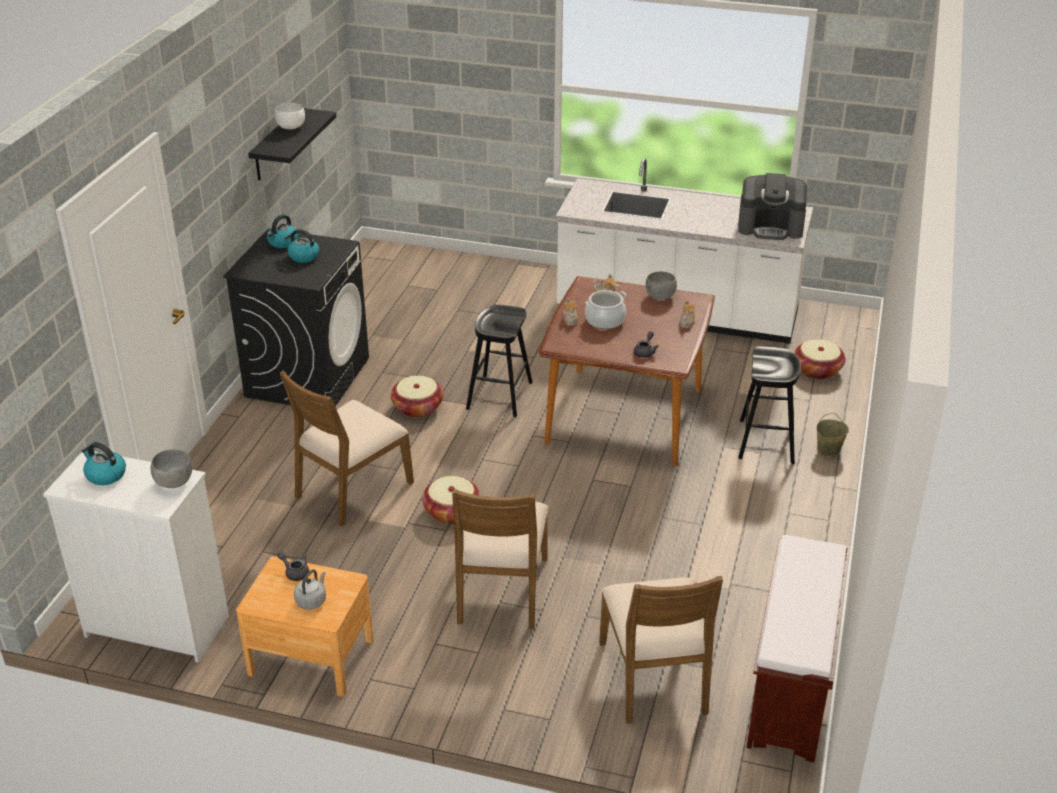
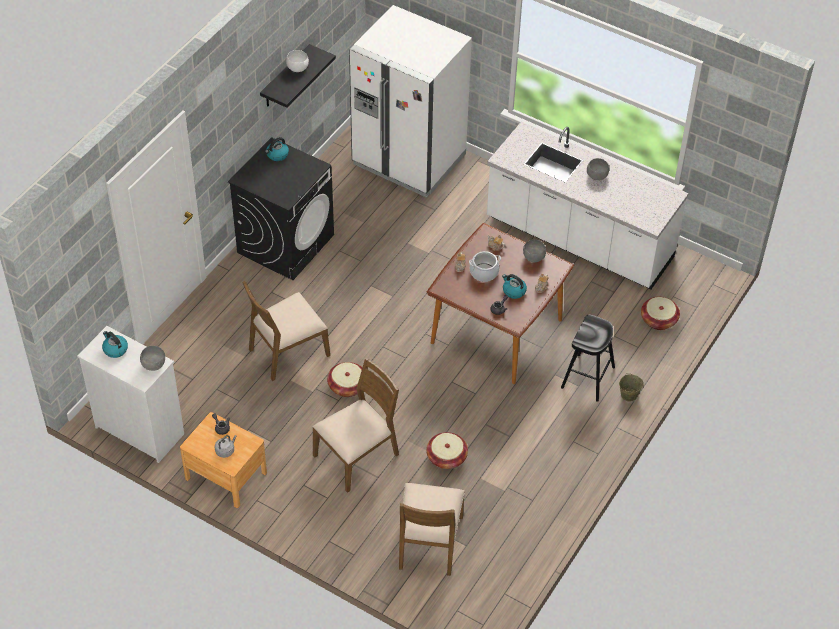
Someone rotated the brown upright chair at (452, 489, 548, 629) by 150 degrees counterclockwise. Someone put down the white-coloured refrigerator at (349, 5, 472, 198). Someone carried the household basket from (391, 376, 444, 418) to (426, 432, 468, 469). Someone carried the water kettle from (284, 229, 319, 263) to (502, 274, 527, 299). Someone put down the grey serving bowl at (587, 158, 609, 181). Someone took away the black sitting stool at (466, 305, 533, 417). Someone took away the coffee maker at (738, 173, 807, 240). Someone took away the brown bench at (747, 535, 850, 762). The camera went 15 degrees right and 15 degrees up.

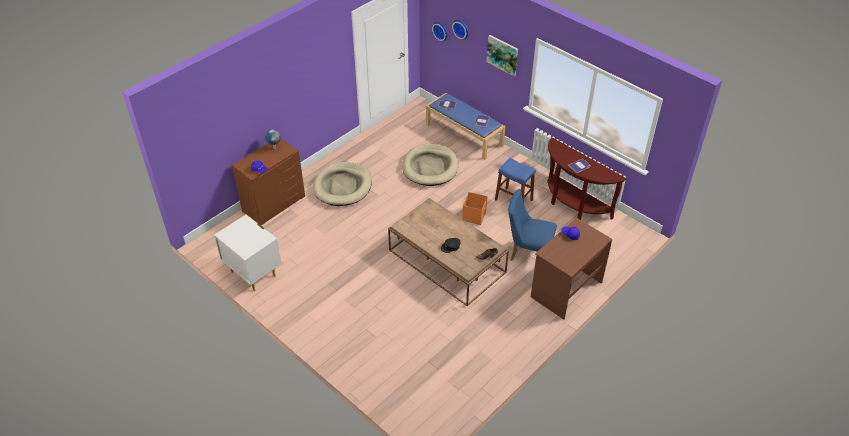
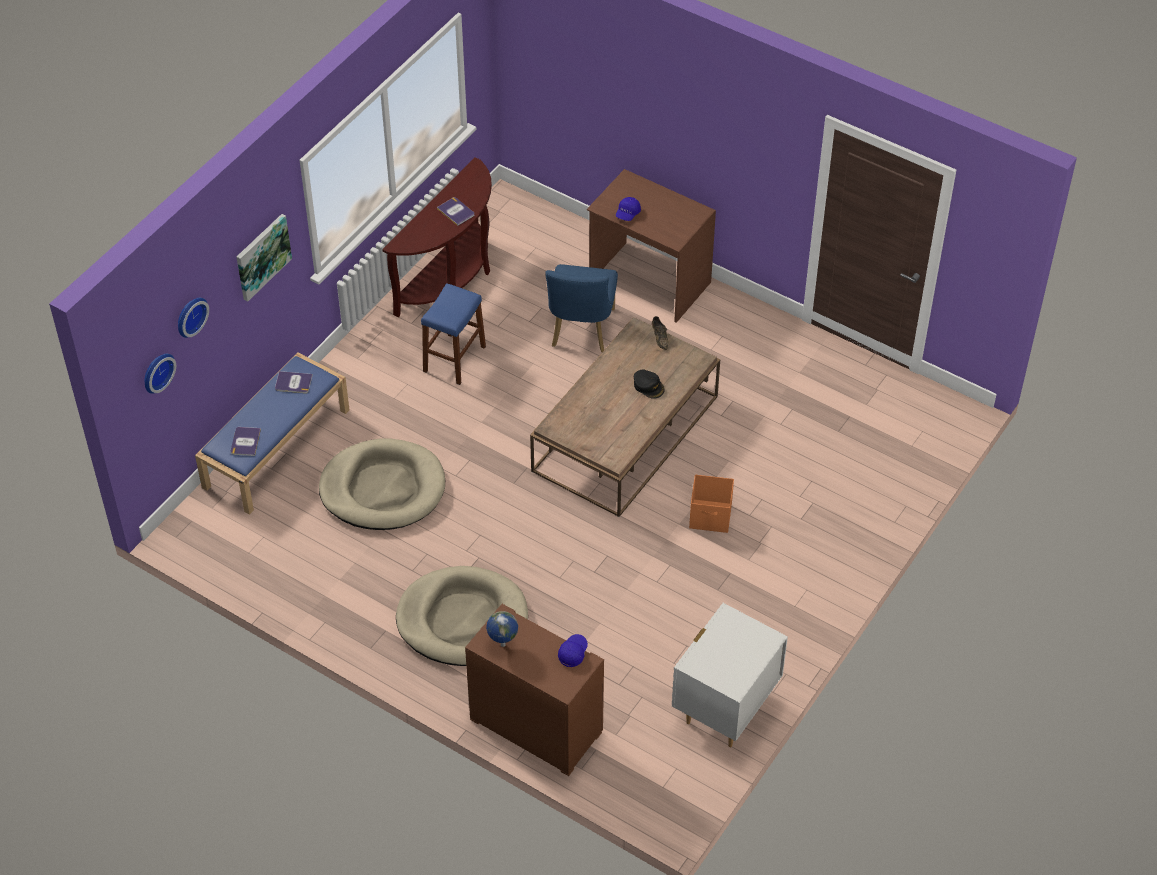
Someone carried the orange-coloured storage bin from (462, 192, 487, 225) to (689, 474, 734, 533). The camera went 100 degrees left and 5 degrees up.

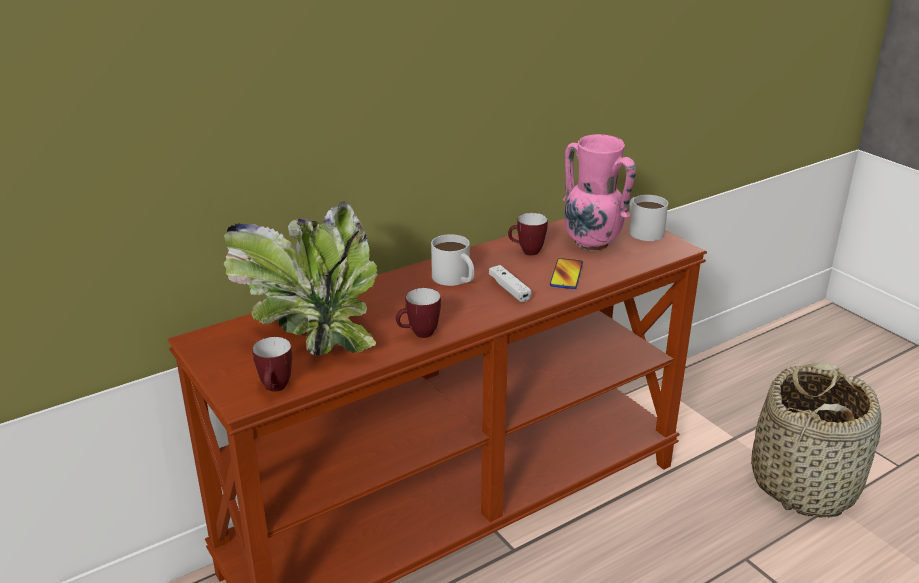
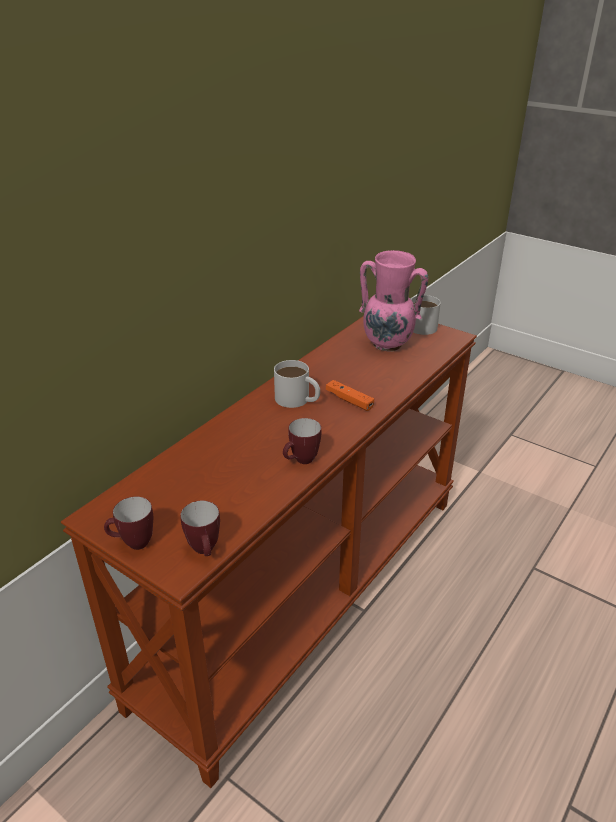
Someone carried the tea mug from (508, 213, 548, 256) to (104, 497, 153, 550). Someone repainted the white-coloured game controller at (489, 265, 531, 302), which became the orange-coloured game controller at (326, 380, 374, 411). Someone took away the plant in a pot at (224, 201, 378, 355). Someone took away the handset at (550, 258, 583, 289). Someone took away the household basket at (751, 363, 882, 518). The camera went 20 degrees left and 5 degrees up.

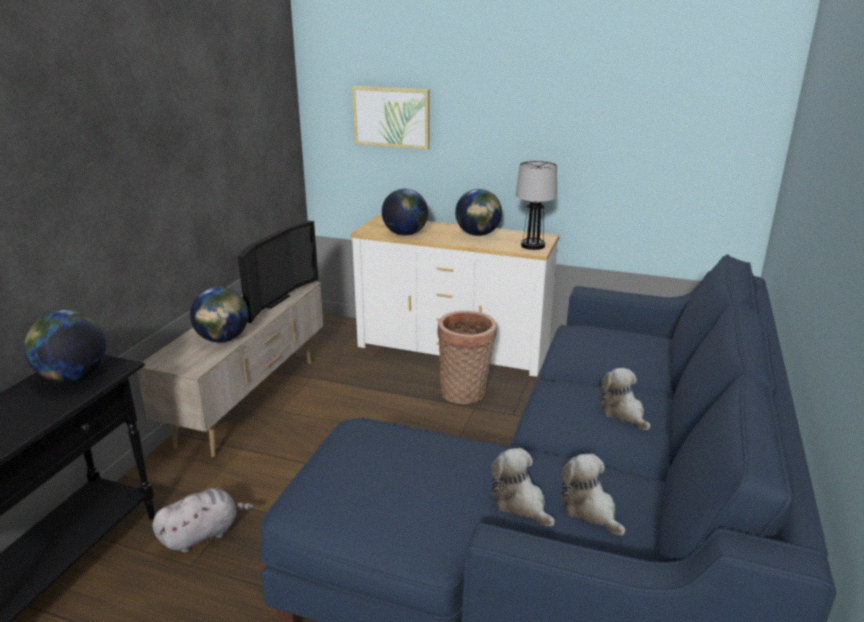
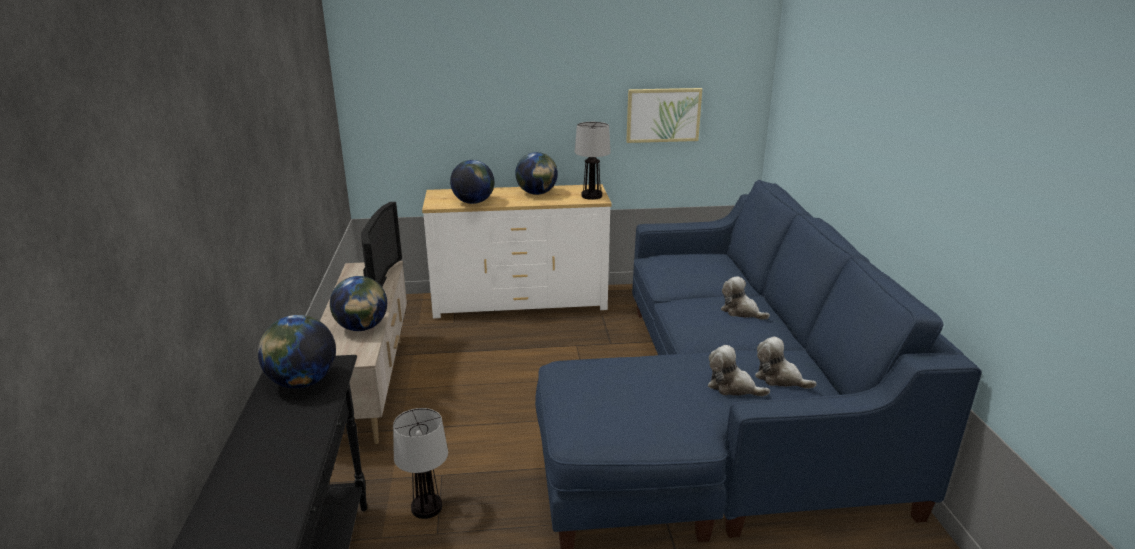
Someone swapped the grey plush toy at (152, 488, 255, 553) for the tabletop lamp at (393, 408, 448, 519). Someone carried the wall art from (352, 86, 430, 150) to (626, 88, 702, 143). Someone took away the household basket at (437, 311, 496, 404). The camera went 25 degrees left and 0 degrees up.

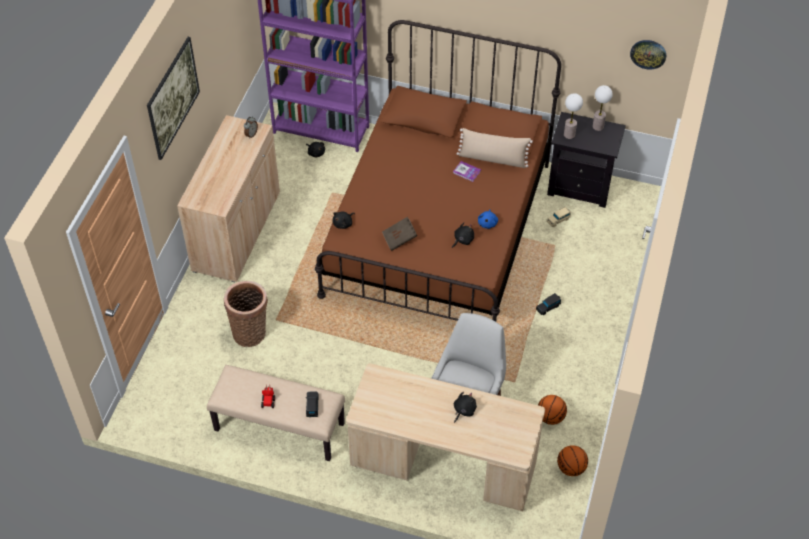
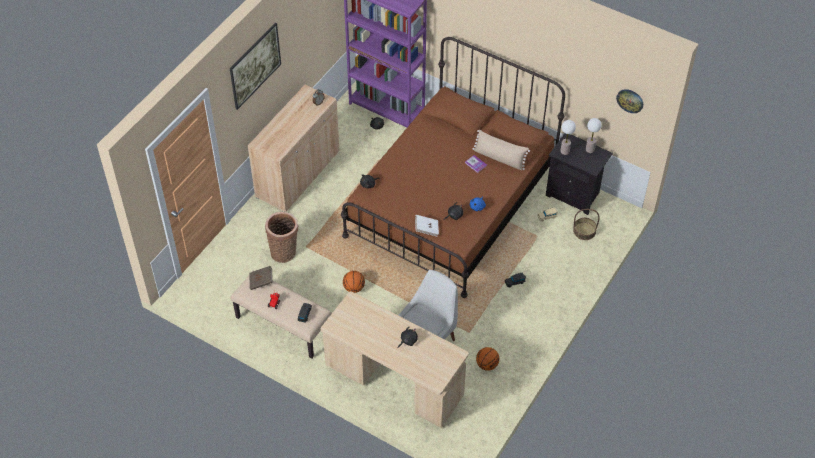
Someone carried the brown book from (382, 217, 417, 251) to (249, 266, 273, 290). Someone carried the ball for basketball from (557, 445, 588, 476) to (343, 271, 365, 293). Someone put down the white-coloured book at (415, 215, 439, 236). Someone put down the household basket at (573, 209, 600, 240). The camera went 15 degrees right and 0 degrees up.

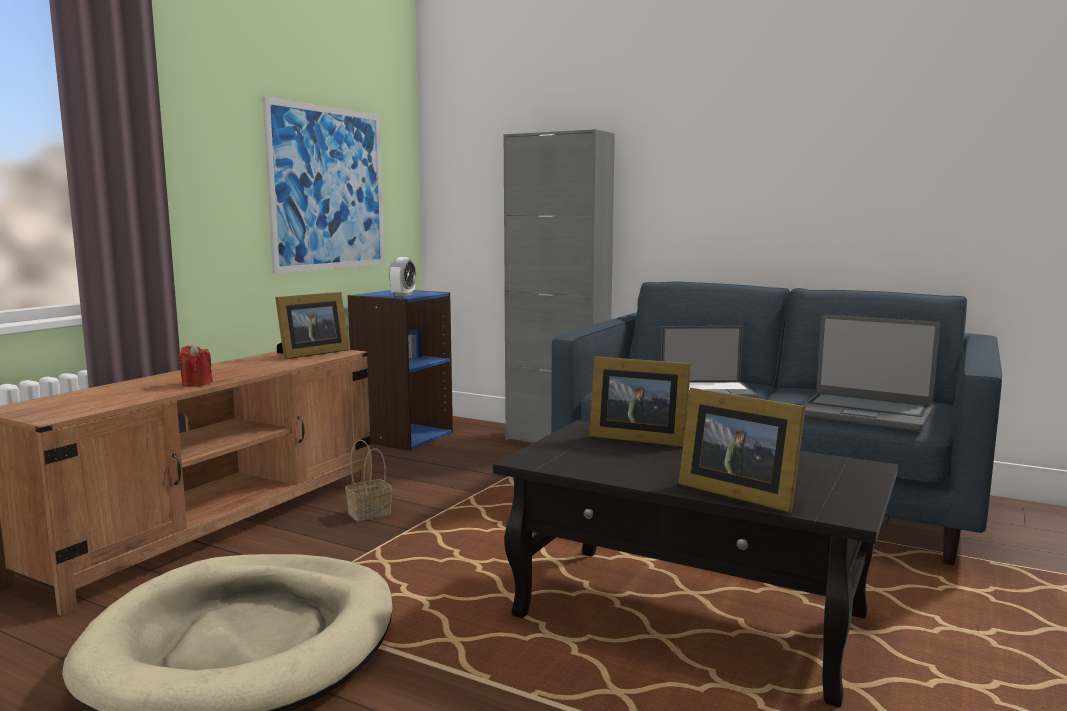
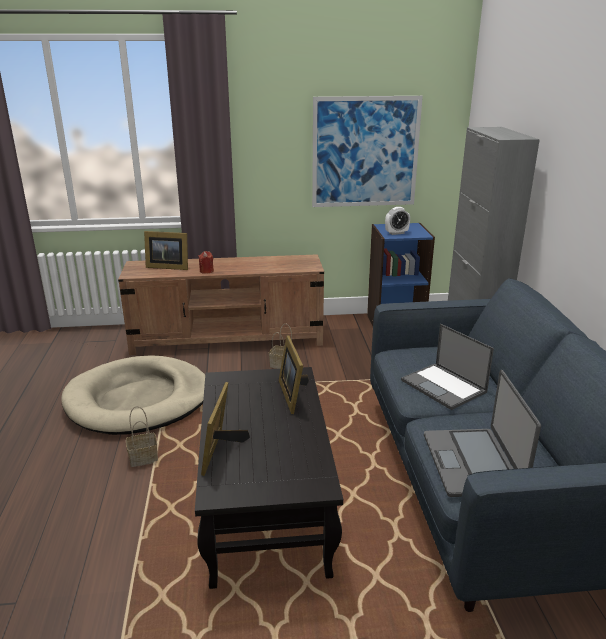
Someone put down the household basket at (126, 406, 158, 467). Someone carried the photo frame from (275, 292, 349, 360) to (144, 231, 188, 270). The camera went 55 degrees right and 15 degrees up.

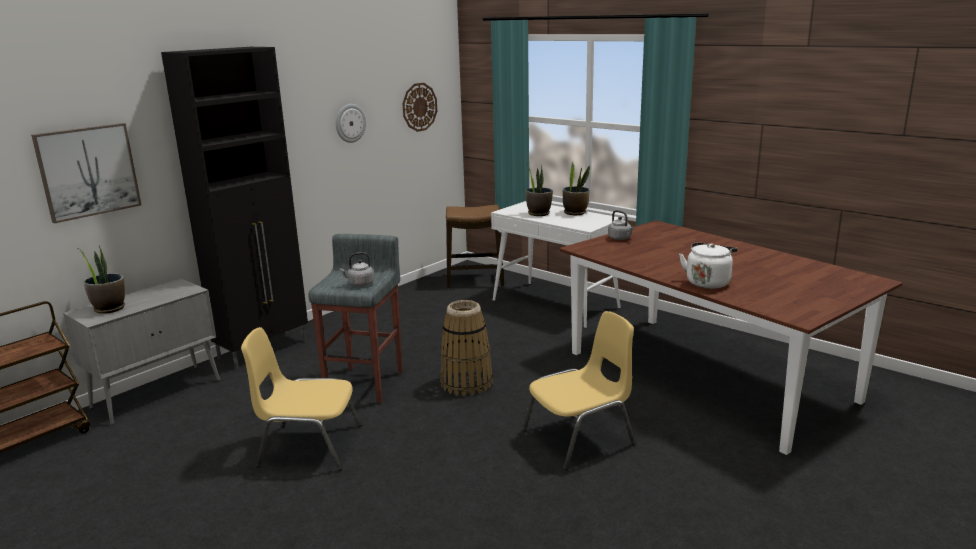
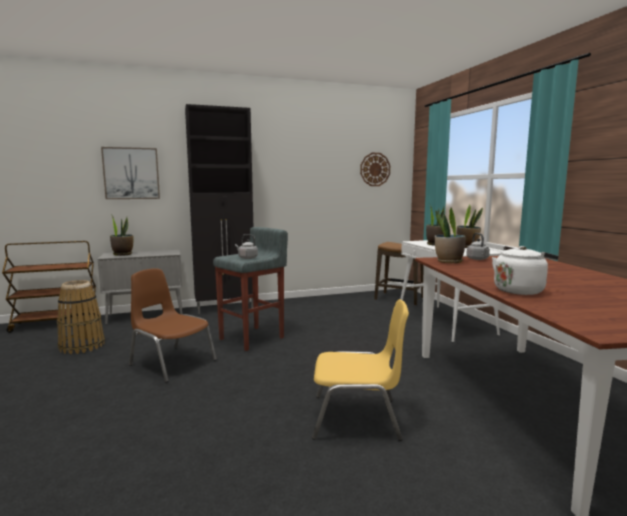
Someone carried the household basket from (440, 300, 493, 396) to (57, 280, 105, 354). Someone repainted the yellowish upright chair at (241, 327, 362, 471), which became the brown upright chair at (129, 268, 217, 382). Someone put down the plant in a pot at (435, 208, 466, 263). Someone took away the hanging clock at (336, 104, 366, 143). The camera went 30 degrees right and 10 degrees down.

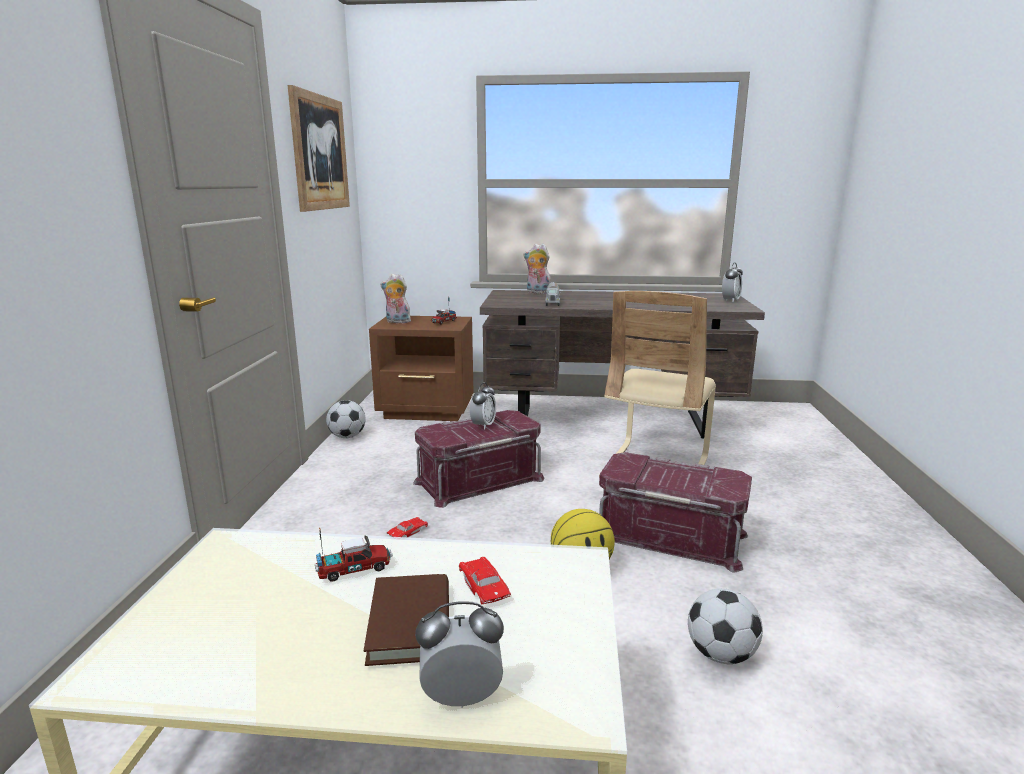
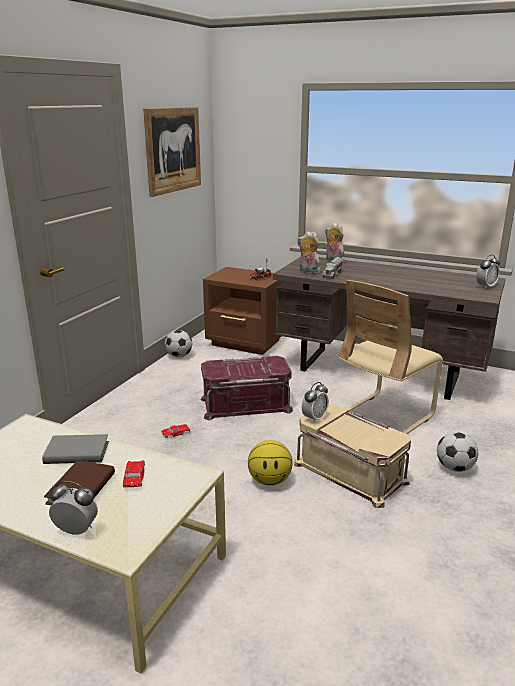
Someone swapped the toy lorry at (315, 528, 393, 581) for the grey book at (42, 434, 109, 464). Someone repainted the reddish storage bin at (599, 452, 752, 572), which became the beige storage bin at (294, 404, 411, 508). Someone carried the plush toy from (381, 274, 411, 323) to (297, 231, 320, 275). Someone carried the alarm clock from (470, 382, 496, 430) to (302, 382, 329, 423). Someone carried the football ball from (688, 588, 763, 664) to (437, 432, 478, 472). The camera went 20 degrees right and 5 degrees up.

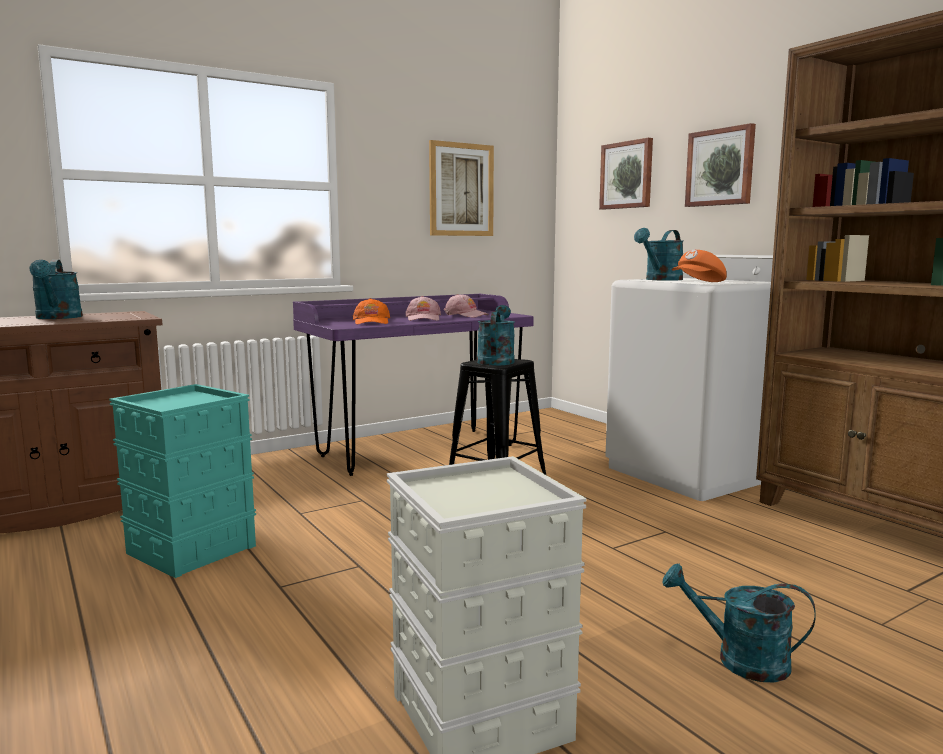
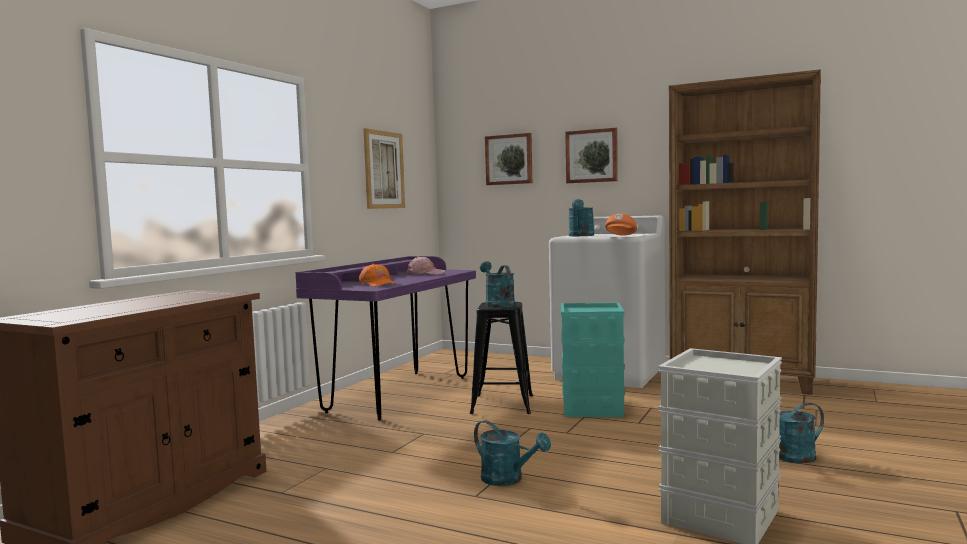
Someone carried the turquoise watering pot from (29, 260, 83, 319) to (474, 420, 551, 486). Someone carried the turquoise storage bin from (109, 384, 256, 578) to (561, 303, 625, 417). Someone took away the pinkish cap at (405, 296, 441, 321). The camera went 30 degrees left and 5 degrees down.

